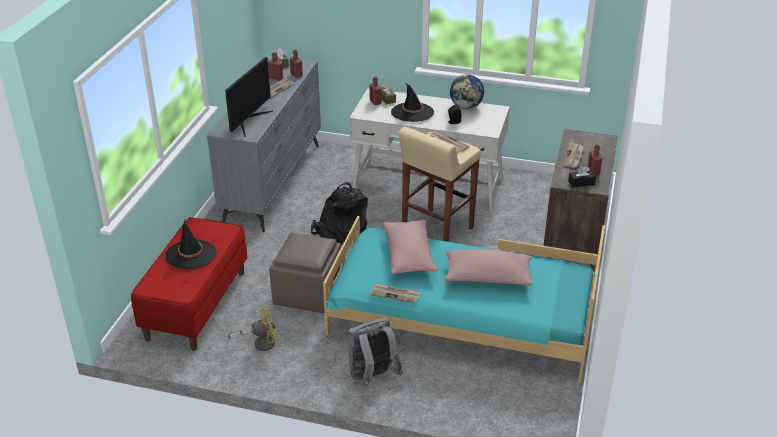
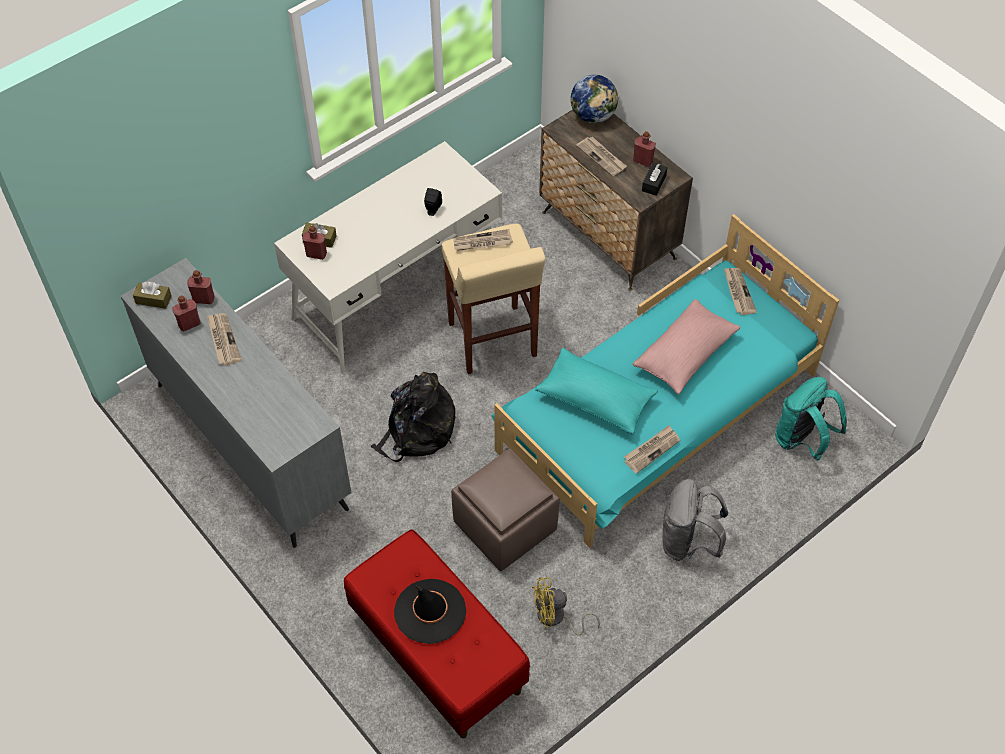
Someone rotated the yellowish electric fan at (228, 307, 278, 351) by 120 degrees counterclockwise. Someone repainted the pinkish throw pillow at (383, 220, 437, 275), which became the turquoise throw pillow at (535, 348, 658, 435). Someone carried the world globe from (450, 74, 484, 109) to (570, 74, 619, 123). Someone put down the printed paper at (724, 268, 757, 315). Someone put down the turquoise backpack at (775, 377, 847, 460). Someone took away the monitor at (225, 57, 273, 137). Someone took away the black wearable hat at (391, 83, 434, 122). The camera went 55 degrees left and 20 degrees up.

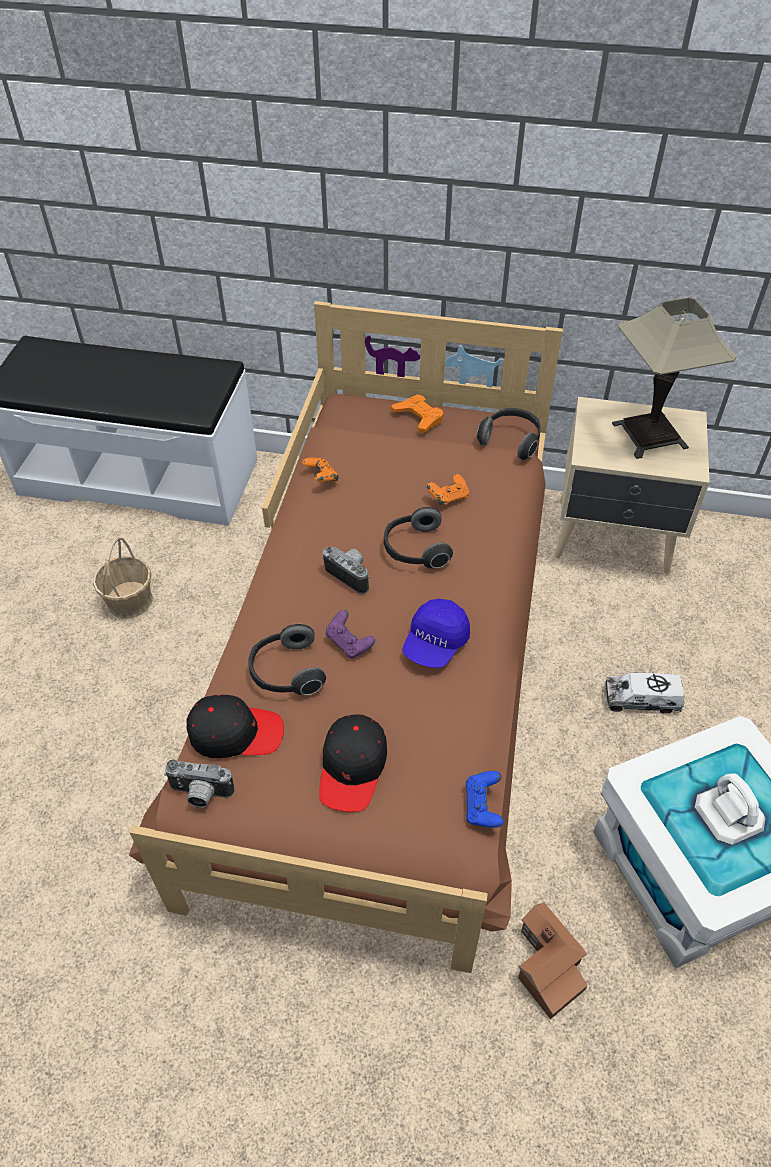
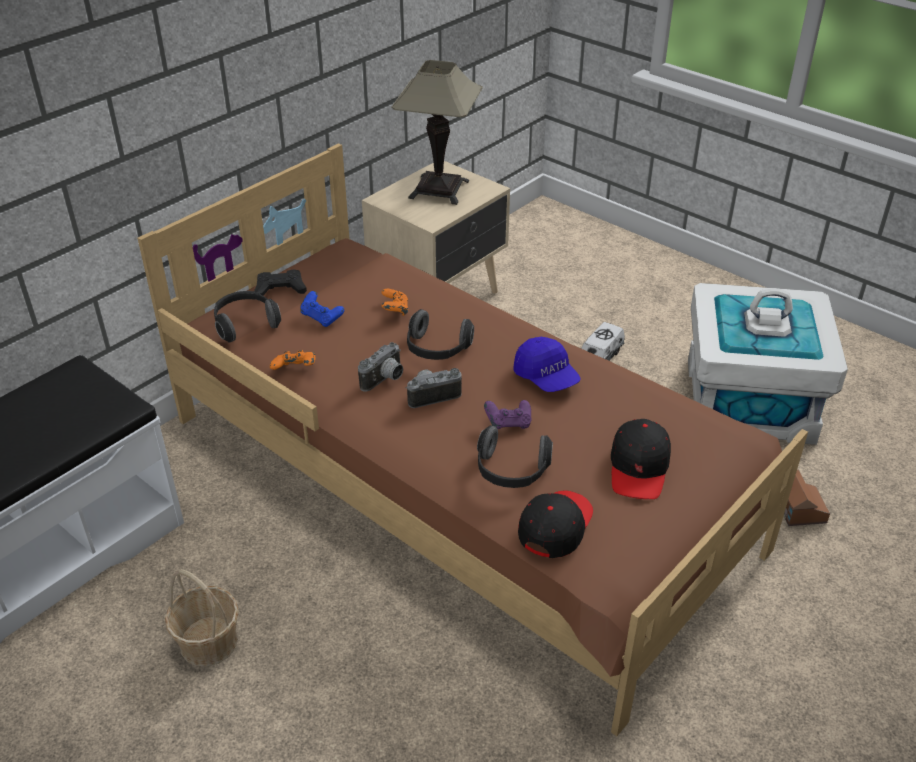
Someone carried the pair of headphones from (477, 408, 541, 460) to (214, 291, 281, 343). Someone repainted the orange-coloured game controller at (391, 394, 444, 433), which became the black game controller at (254, 269, 307, 295). Someone carried the bluish game controller from (466, 771, 504, 828) to (300, 291, 344, 327). Someone carried the still camera from (164, 759, 234, 808) to (358, 342, 403, 392). Someone rotated the black cap at (319, 714, 387, 812) by 60 degrees clockwise. The camera went 60 degrees left and 10 degrees down.

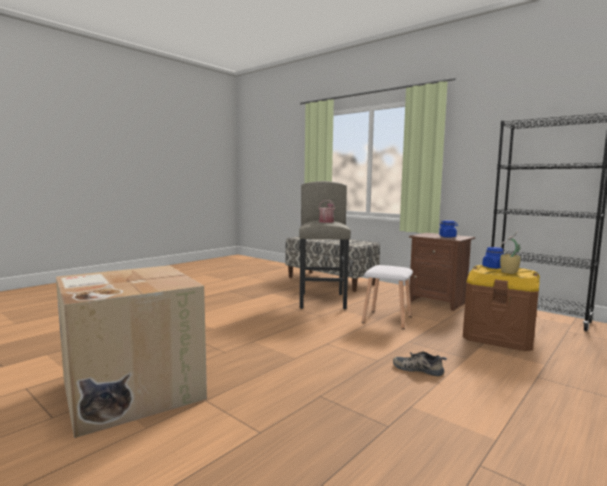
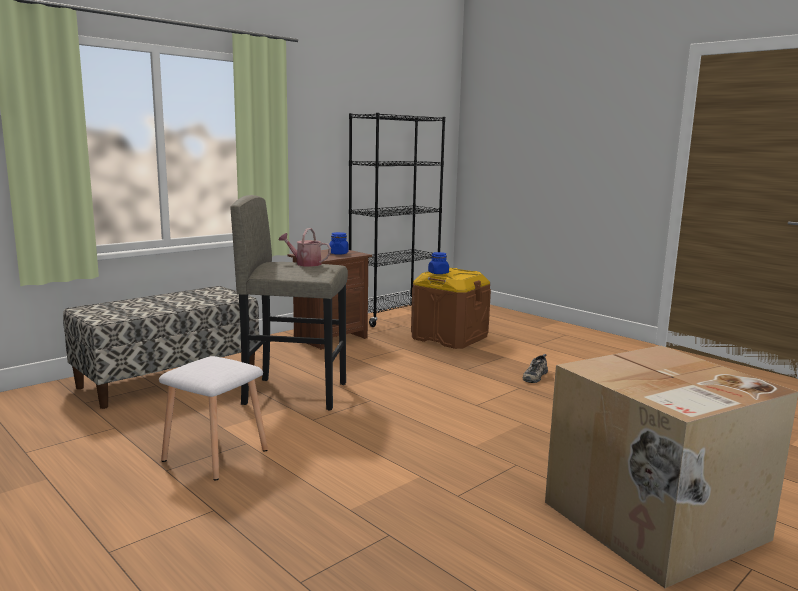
Someone carried the white-coloured sitting stool from (362, 265, 413, 329) to (159, 356, 268, 481). Someone took away the plant in a pot at (500, 231, 520, 274). The camera went 85 degrees left and 5 degrees up.

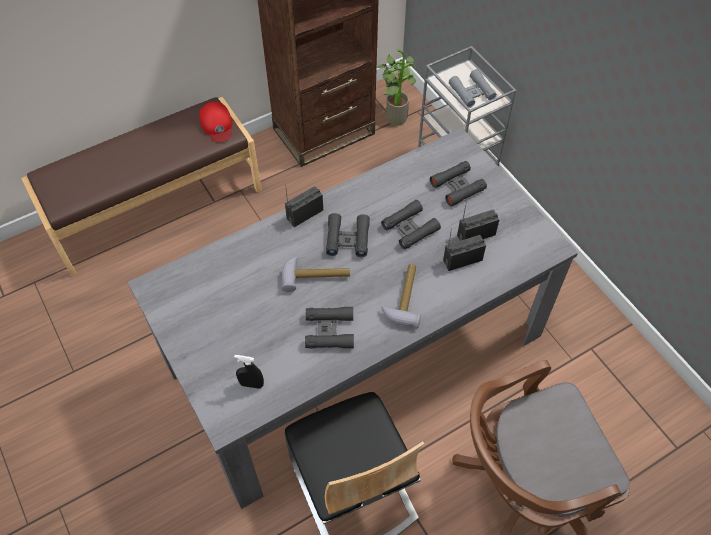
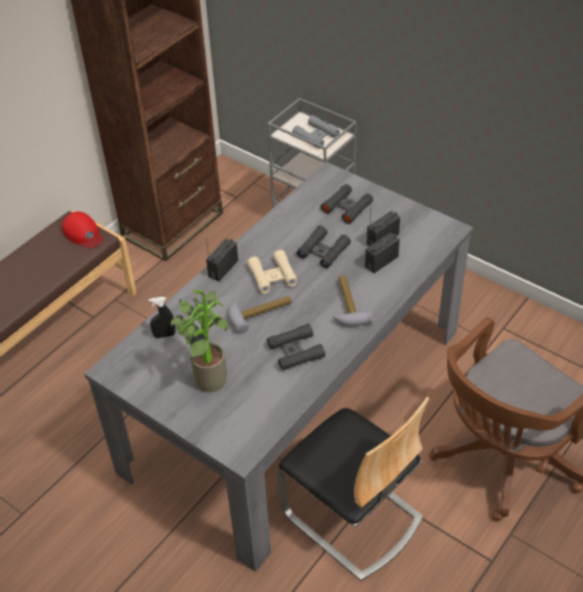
Someone carried the black sprayer from (234, 355, 264, 389) to (148, 297, 175, 338). Someone carried the plant in a pot from (377, 49, 416, 126) to (170, 290, 229, 392). Someone repainted the black pair of binoculars at (326, 213, 370, 257), which became the beige pair of binoculars at (247, 250, 298, 293). The camera went 20 degrees left and 10 degrees down.

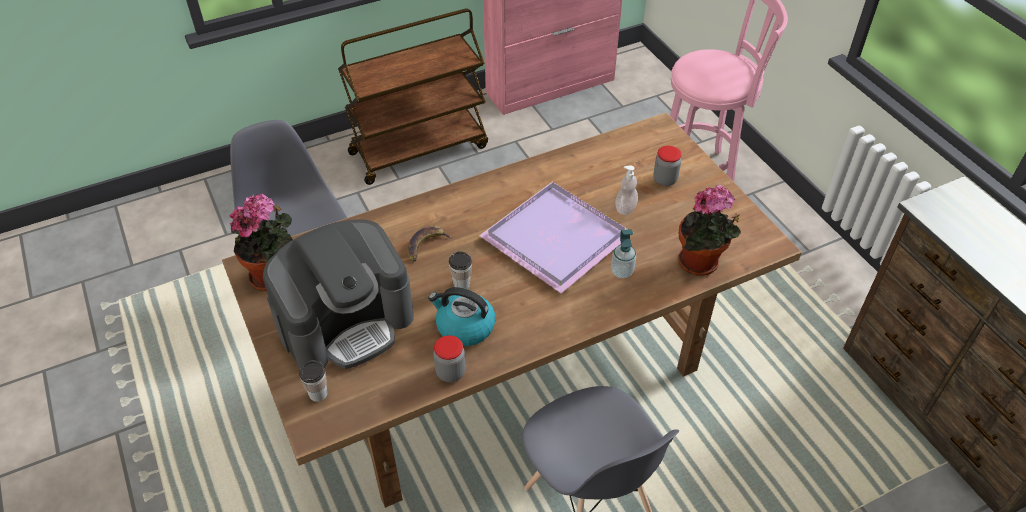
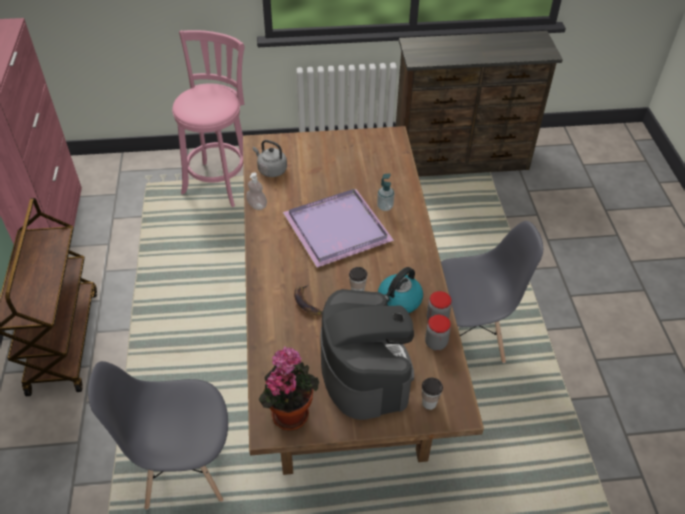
Someone carried the soap bottle from (615, 166, 638, 215) to (246, 173, 267, 210). Someone put down the grey water kettle at (253, 140, 287, 177). Someone carried the storage jar from (653, 146, 682, 186) to (425, 315, 451, 350). Someone took away the plant in a pot at (678, 185, 741, 276). The camera went 70 degrees left and 0 degrees up.

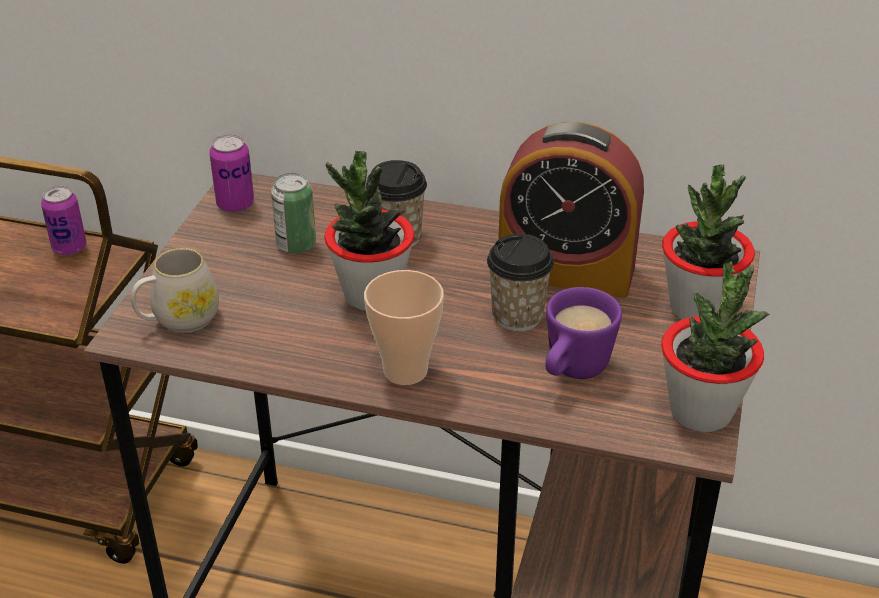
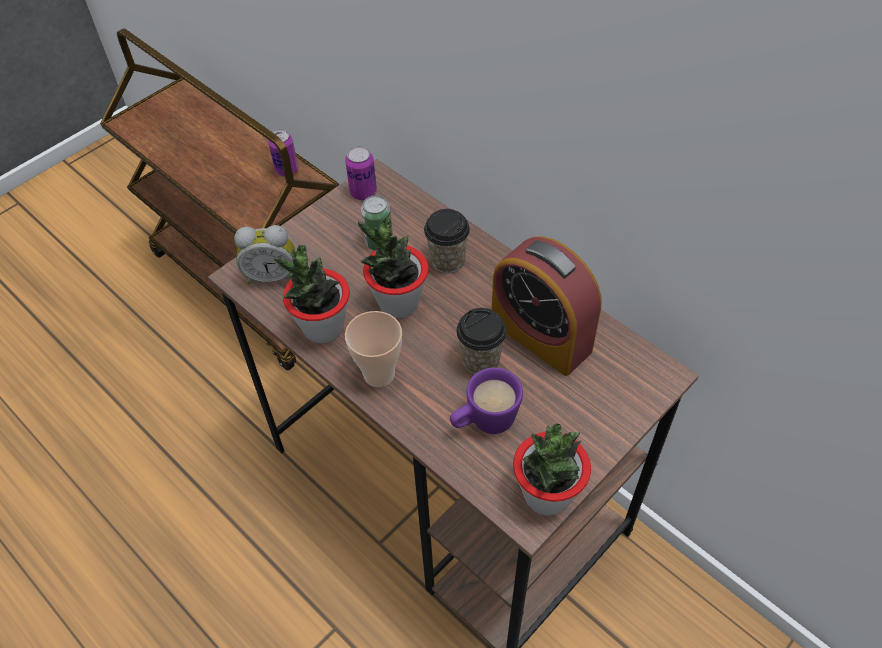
Someone swapped the white-coloured tea mug at (131, 248, 219, 333) for the alarm clock at (234, 225, 295, 284). Someone carried the plant in a pot from (662, 165, 755, 320) to (274, 245, 350, 344). The camera went 30 degrees right and 15 degrees up.

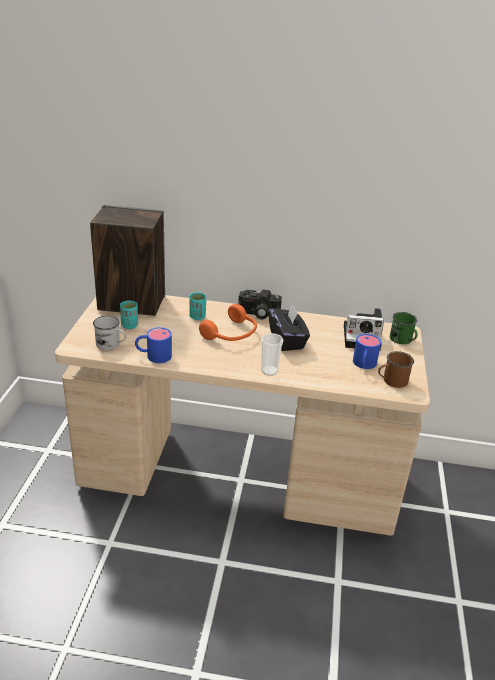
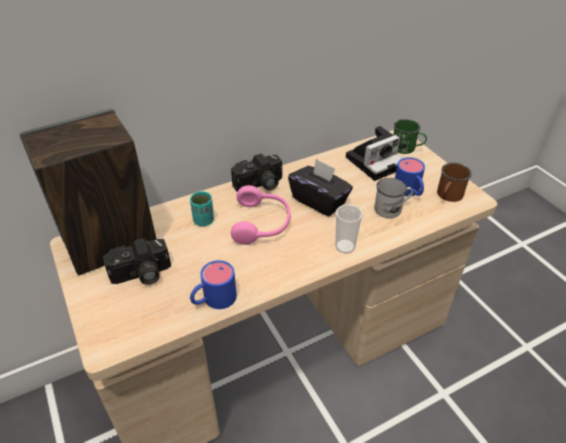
Someone swapped the turquoise cup at (120, 301, 138, 329) for the still camera at (103, 238, 171, 285). Someone repainted the orange-coloured pair of headphones at (199, 304, 257, 341), which became the pinkish pair of headphones at (231, 185, 291, 245). Someone carried the white-coloured tea mug from (93, 316, 126, 350) to (374, 178, 413, 218). The camera went 35 degrees left and 10 degrees up.

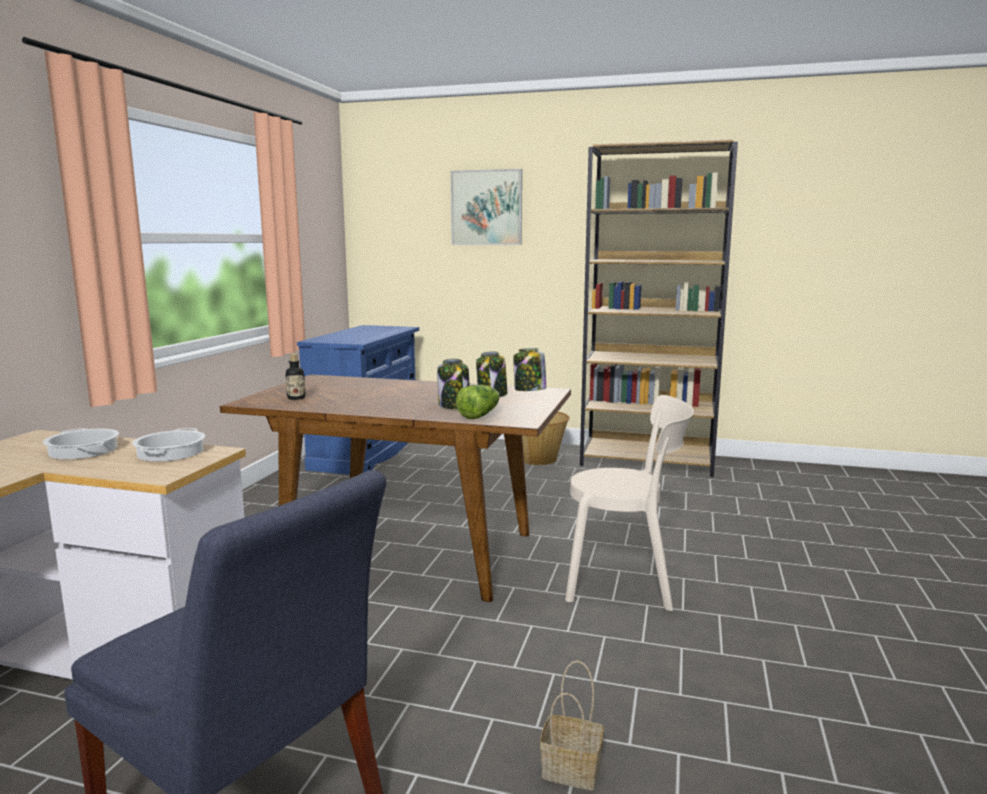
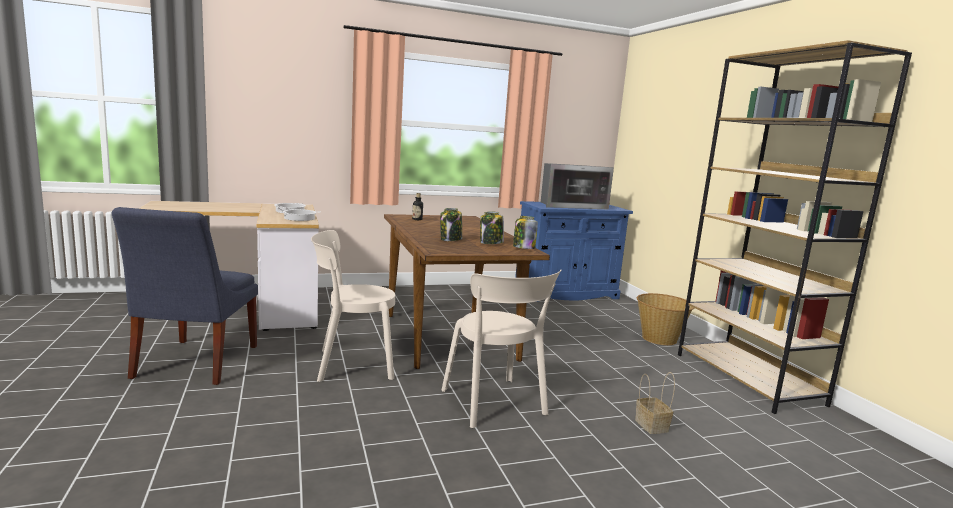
Someone put down the beige upright chair at (311, 230, 395, 382). Someone put down the microwave oven at (541, 163, 614, 210). Someone carried the household basket from (540, 661, 604, 790) to (635, 372, 675, 434). Someone took away the wall art at (451, 169, 522, 245). Someone took away the head of lettuce at (456, 385, 500, 419). The camera went 55 degrees right and 0 degrees up.

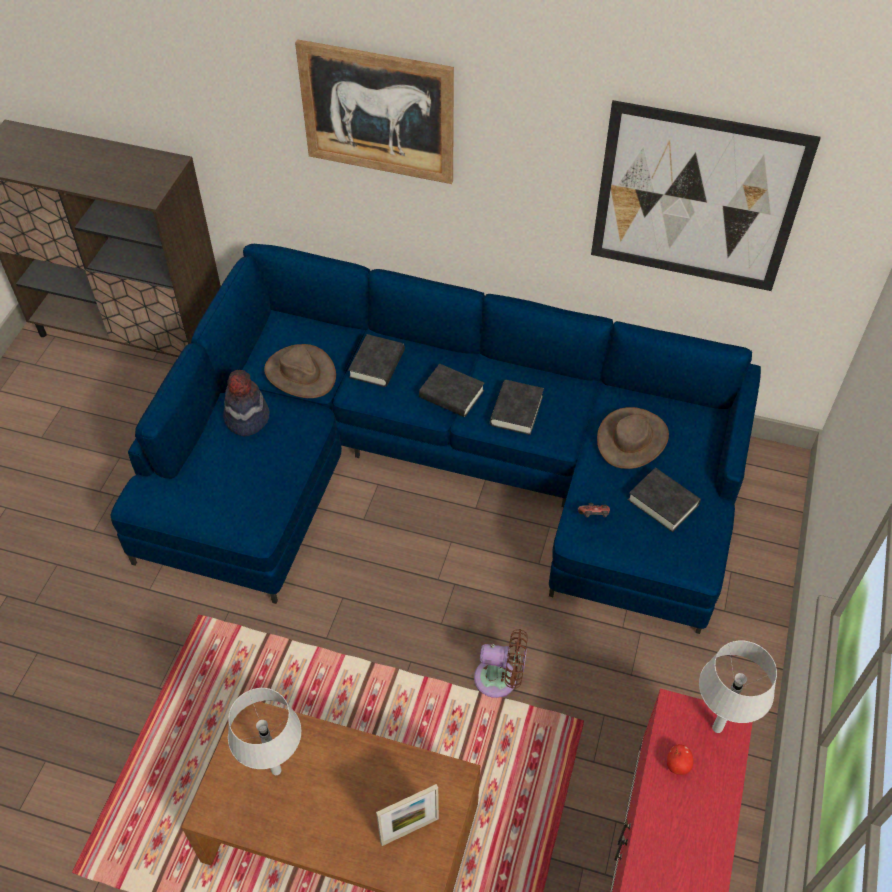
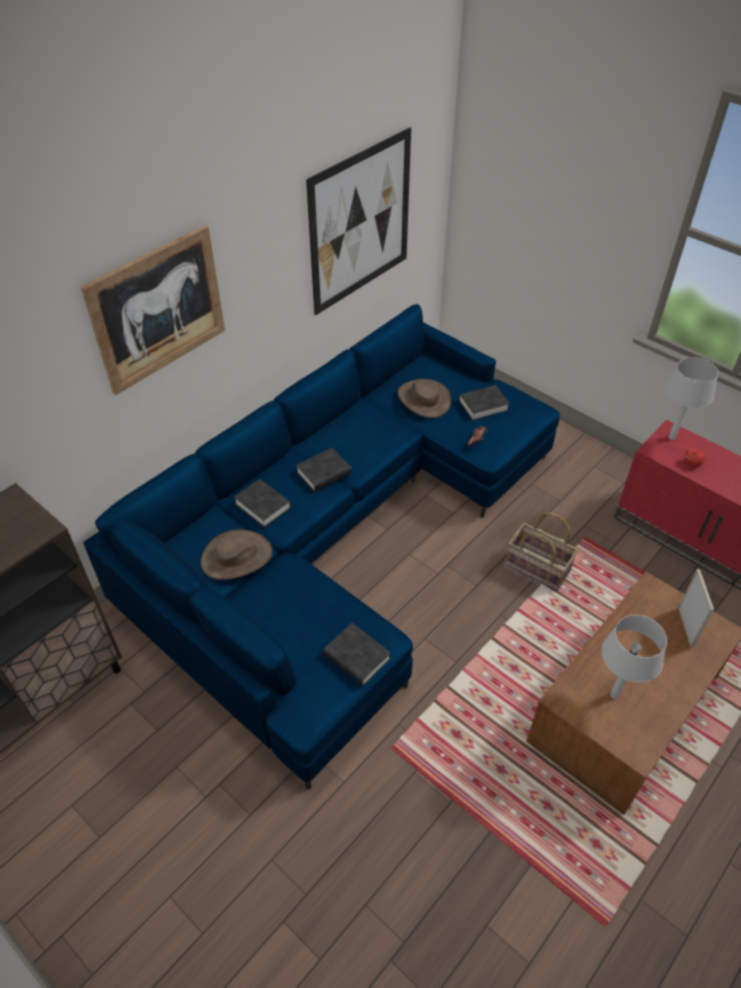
Someone carried the black book from (490, 380, 544, 435) to (323, 623, 391, 686). Someone swapped the brown electric fan at (474, 629, 528, 698) for the household basket at (505, 512, 578, 591). Someone took away the wearable hat at (223, 370, 270, 436). The camera went 65 degrees left and 5 degrees down.

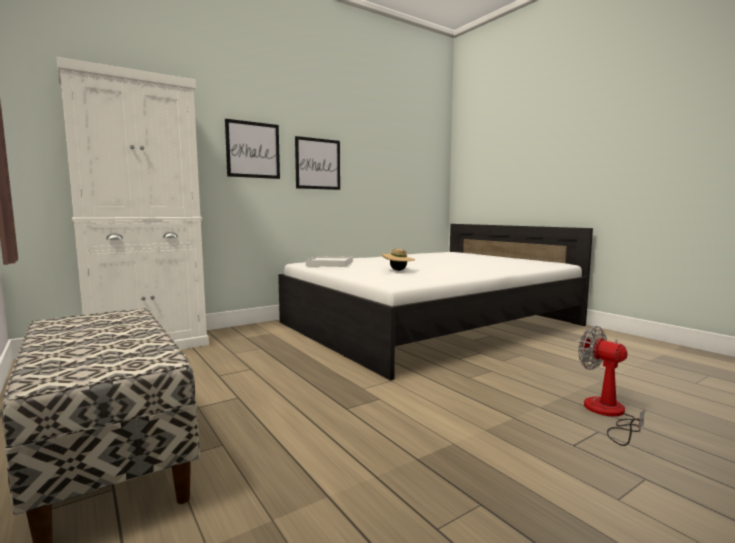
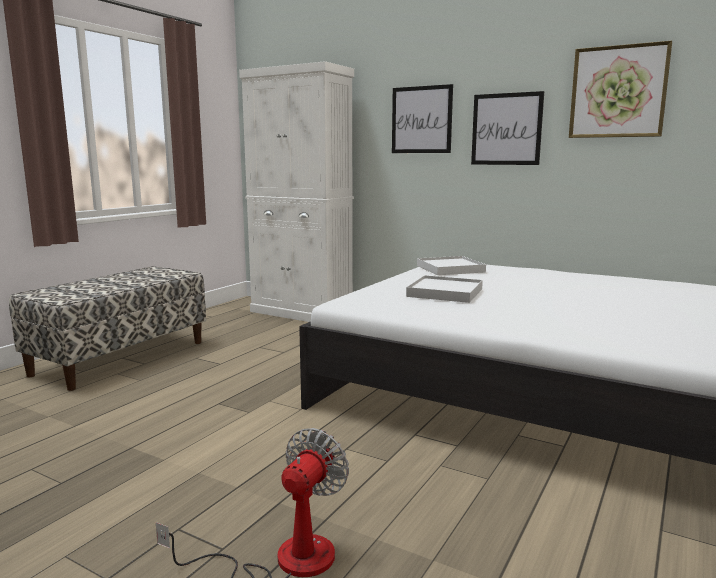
Someone swapped the beige wearable hat at (382, 249, 415, 271) for the white-coloured tray at (406, 275, 483, 303). Someone put up the wall art at (569, 41, 672, 138). The camera went 65 degrees right and 5 degrees up.

